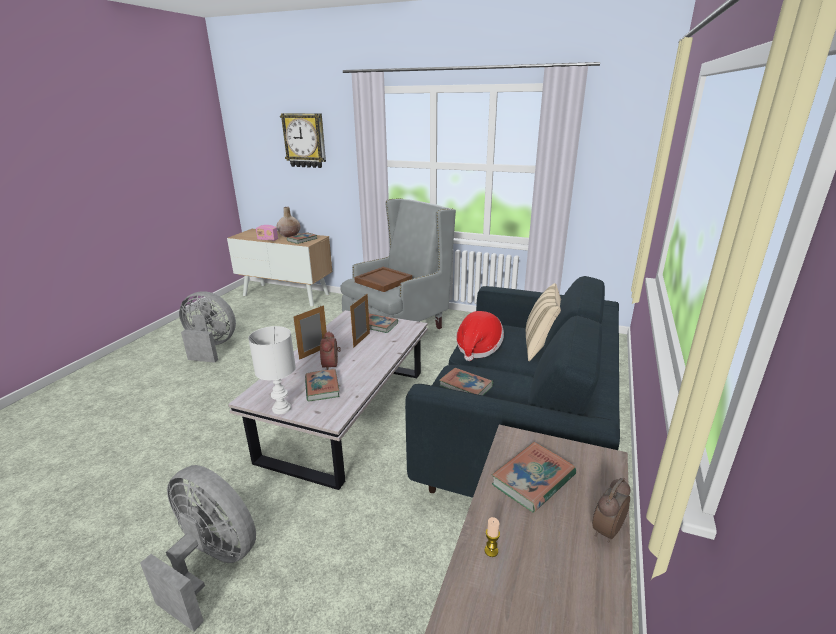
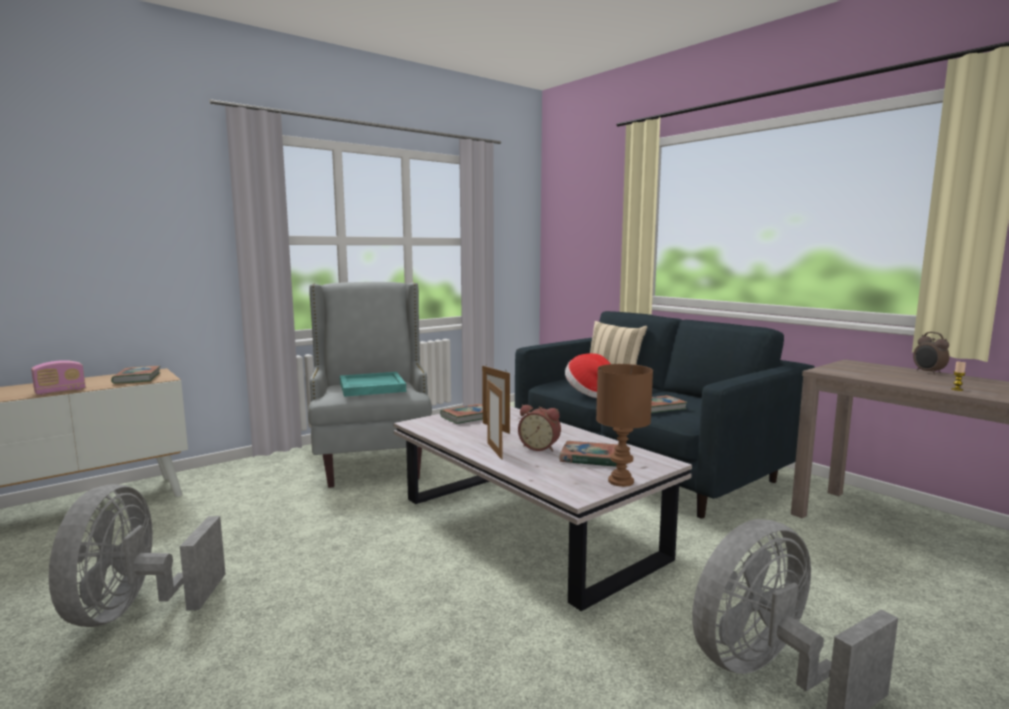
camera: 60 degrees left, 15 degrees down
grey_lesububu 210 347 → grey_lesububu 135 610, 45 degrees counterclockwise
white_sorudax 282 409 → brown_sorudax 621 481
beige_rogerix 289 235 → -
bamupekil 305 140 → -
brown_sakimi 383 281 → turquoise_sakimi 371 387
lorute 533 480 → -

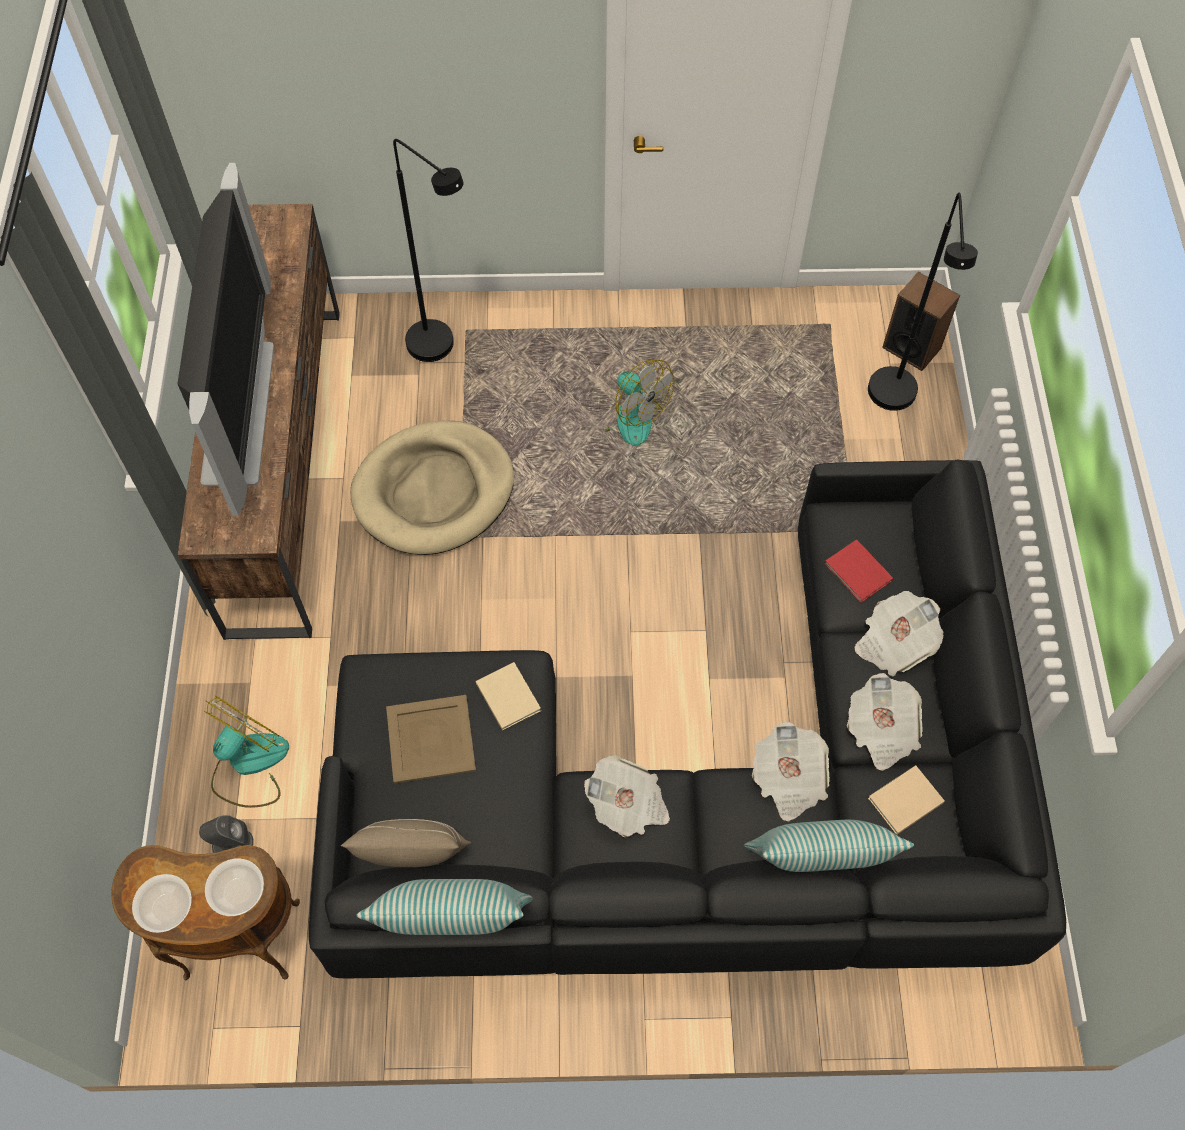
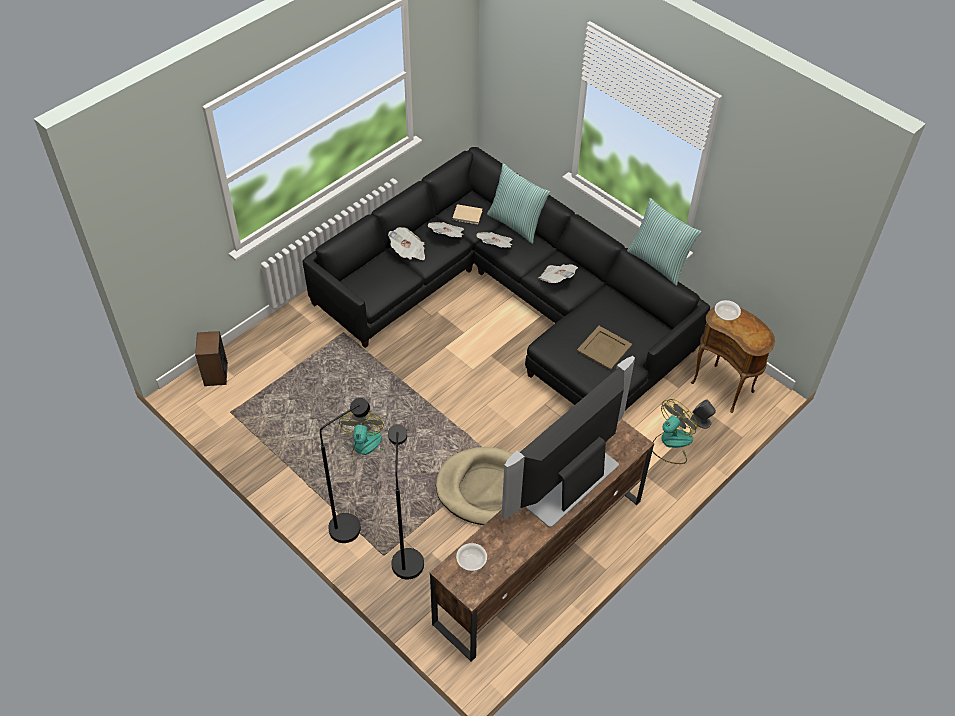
camera: 135 degrees left, 10 degrees down
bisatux 166 908 → bisatux 471 561, moved
lesububu 249 765 → lesububu 671 443, 150 degrees clockwise
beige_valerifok 413 856 → -
beige_lorute 508 695 → -
red_lorute 858 574 → -
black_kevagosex 894 402 → black_kevagosex 351 523, moved

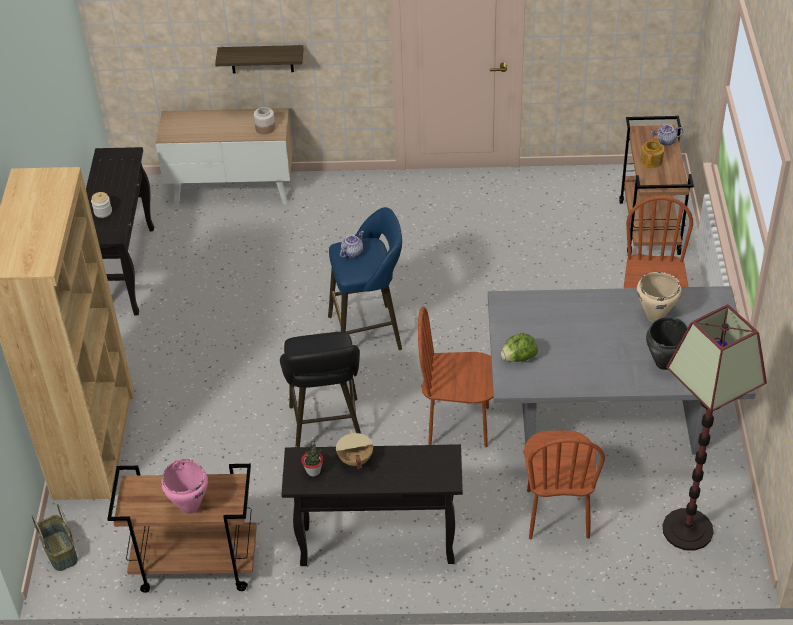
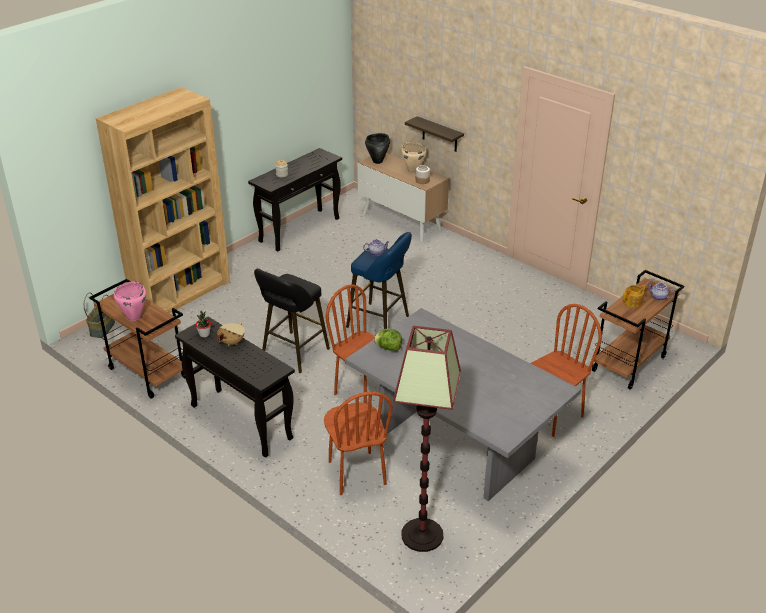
camera: 40 degrees right, 10 degrees down
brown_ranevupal 557 514 → brown_ranevupal 356 473, 60 degrees counterclockwise
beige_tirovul 654 316 → beige_tirovul 413 170, moved
black_tirovul 664 363 → black_tirovul 378 161, moved

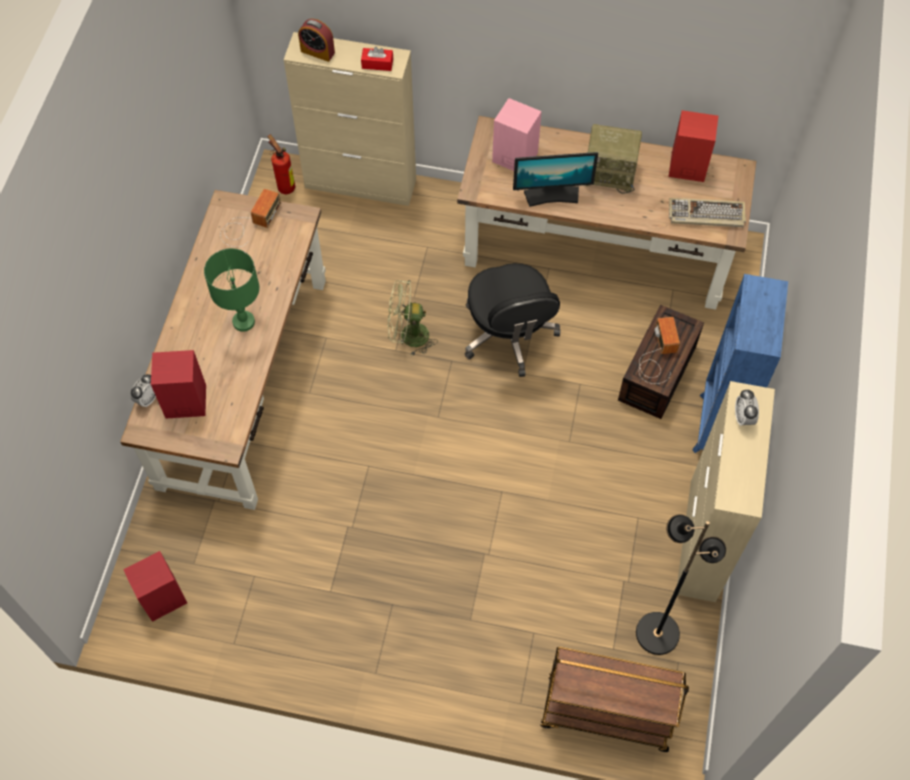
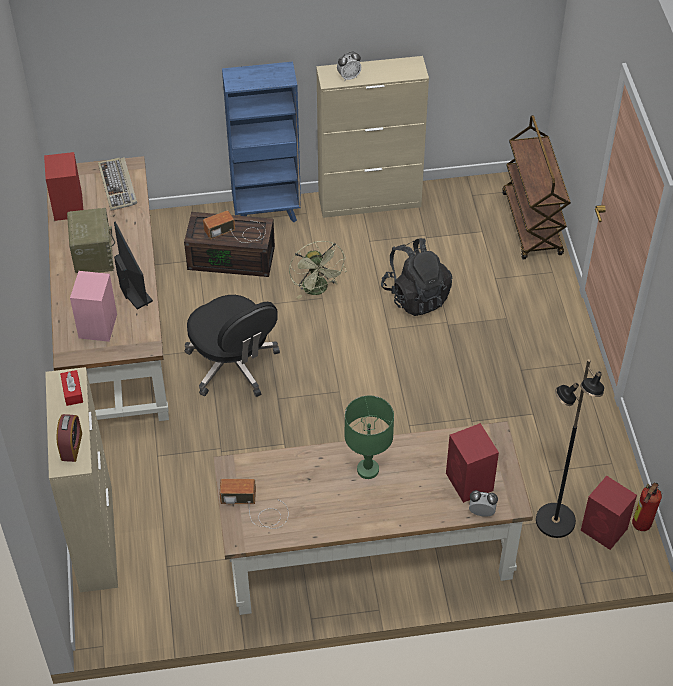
camera: 110 degrees left, 10 degrees down
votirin 285 186 → votirin 640 526, moved
green_lesububu 408 336 → green_lesububu 318 290, moved
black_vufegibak 509 335 → black_vufegibak 233 365, 90 degrees clockwise
black_kevagosex 657 632 → black_kevagosex 554 521, moved
- → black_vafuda 416 296

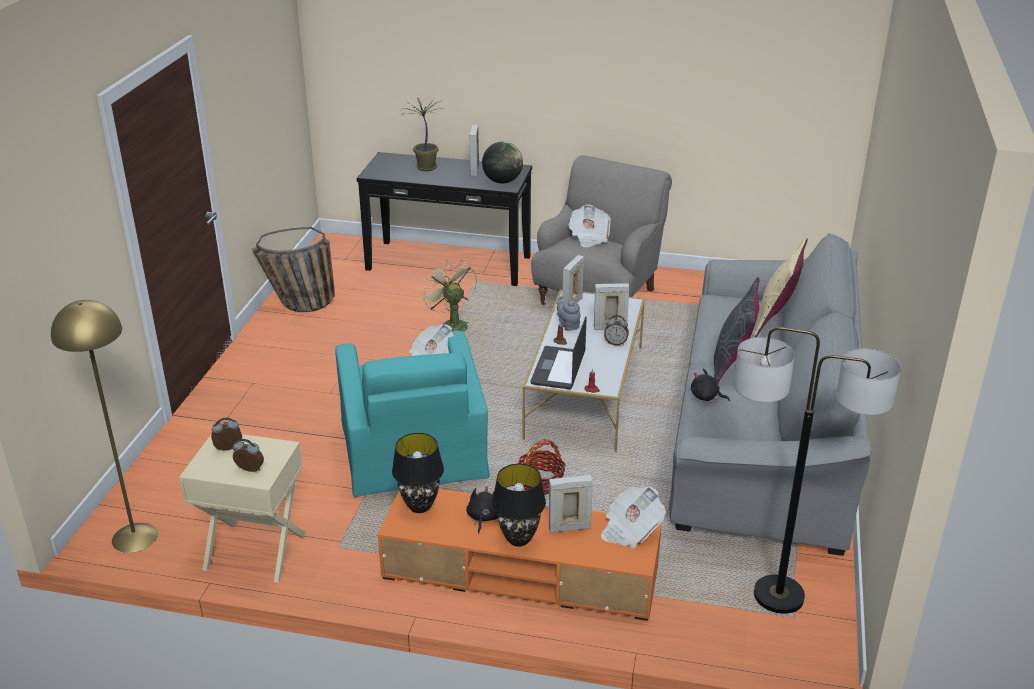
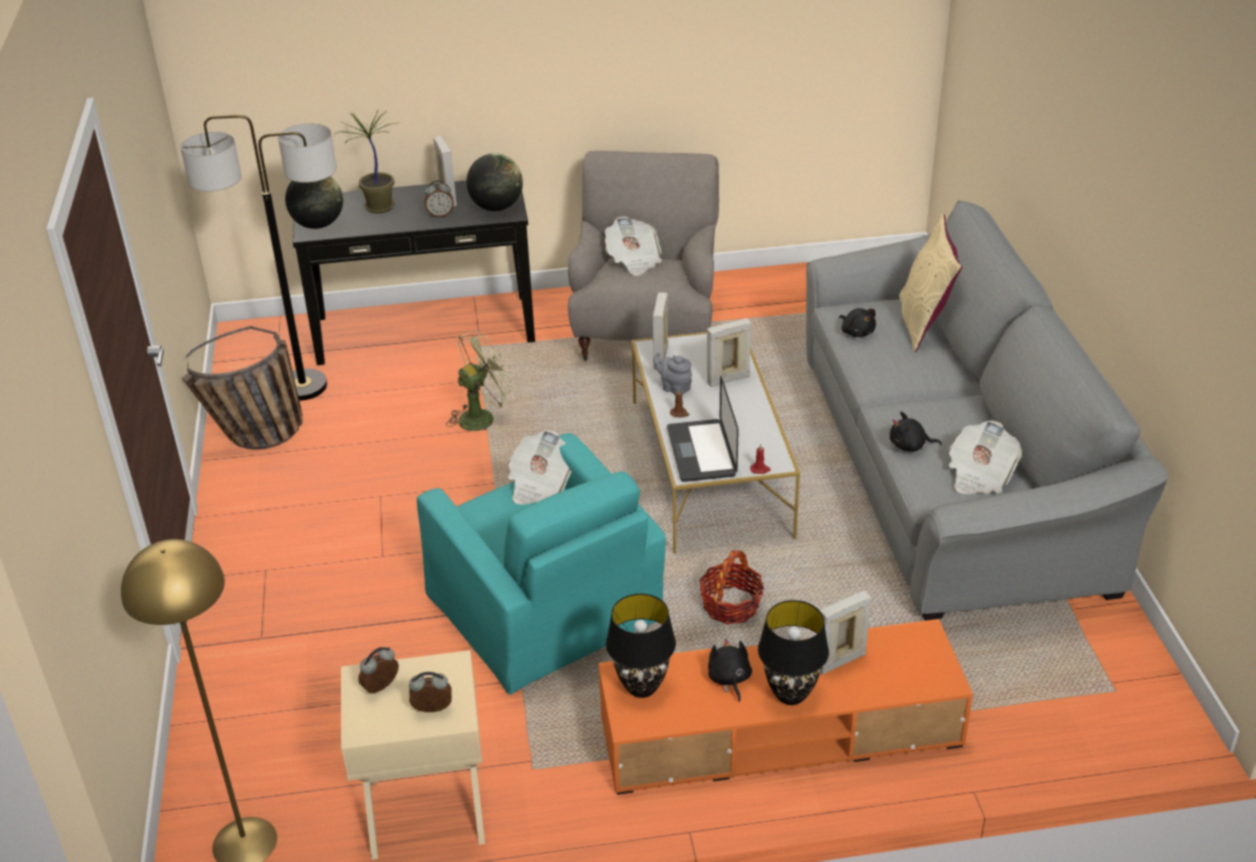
camera: 20 degrees left, 5 degrees up
green_lesububu 450 324 → green_lesububu 482 417, 105 degrees clockwise
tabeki 630 530 → tabeki 979 475, moved
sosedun 615 343 → sosedun 440 215, moved
grey_valerifok 732 366 → -
kevagosex 779 596 → kevagosex 303 387, moved
- → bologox 318 225
- → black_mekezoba 857 332

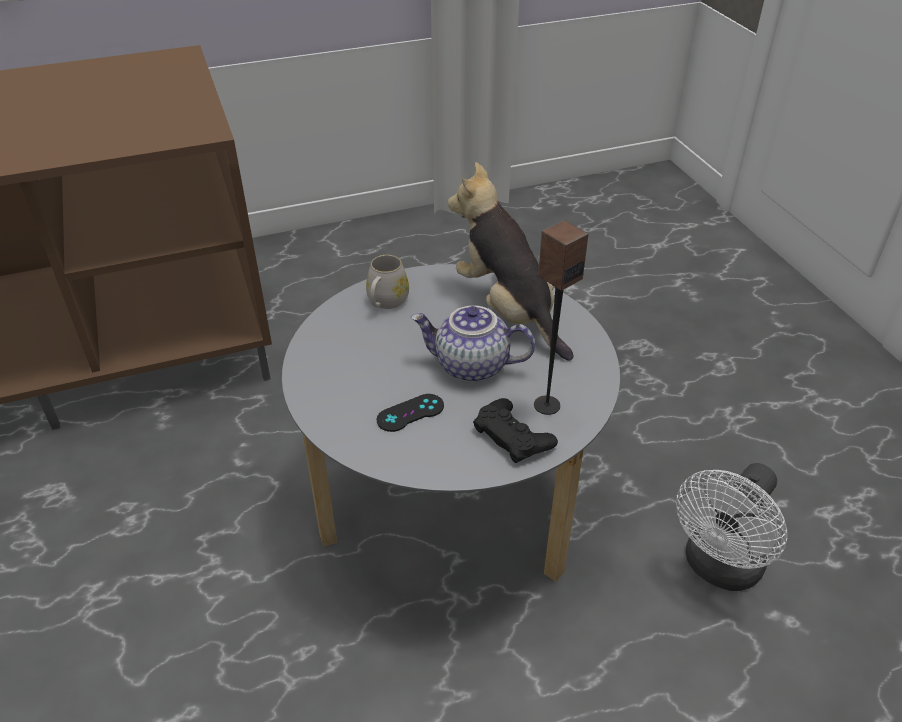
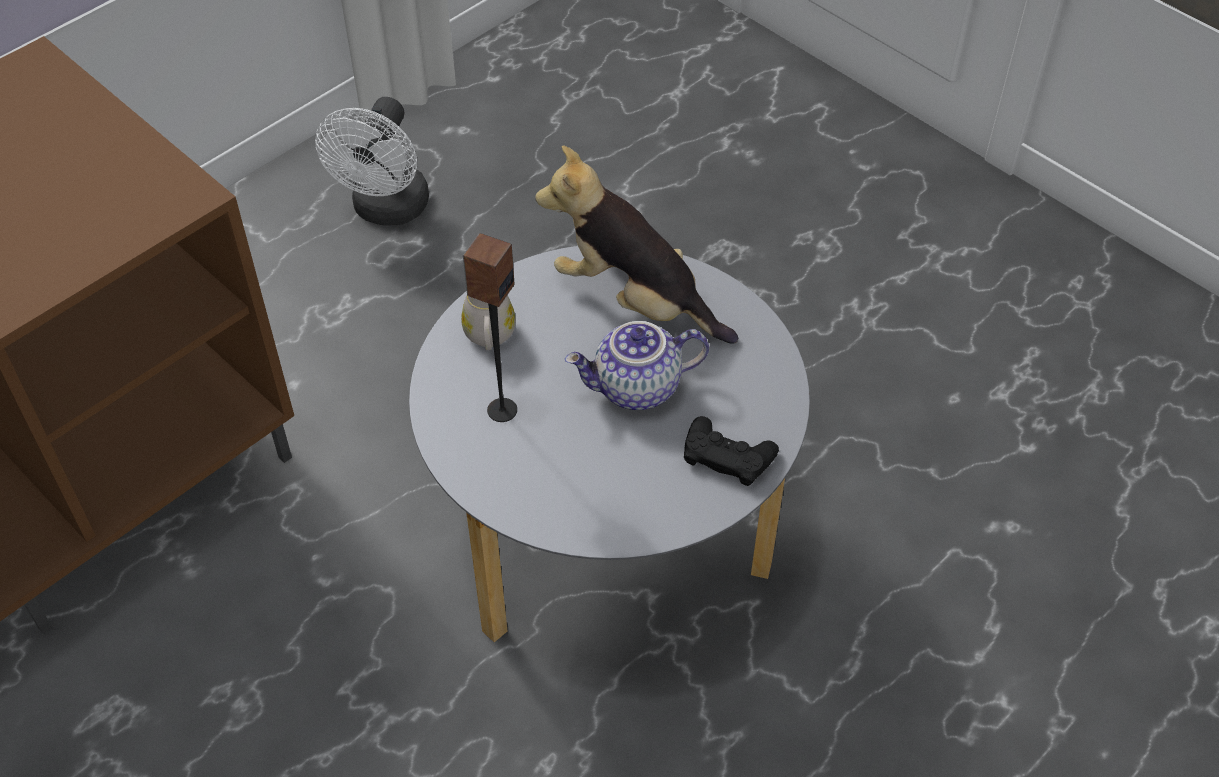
camera: 25 degrees left, 10 degrees up
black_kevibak 410 413 → -
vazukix 546 405 → vazukix 501 410, moved
white_lesububu 718 568 → white_lesububu 387 210, moved

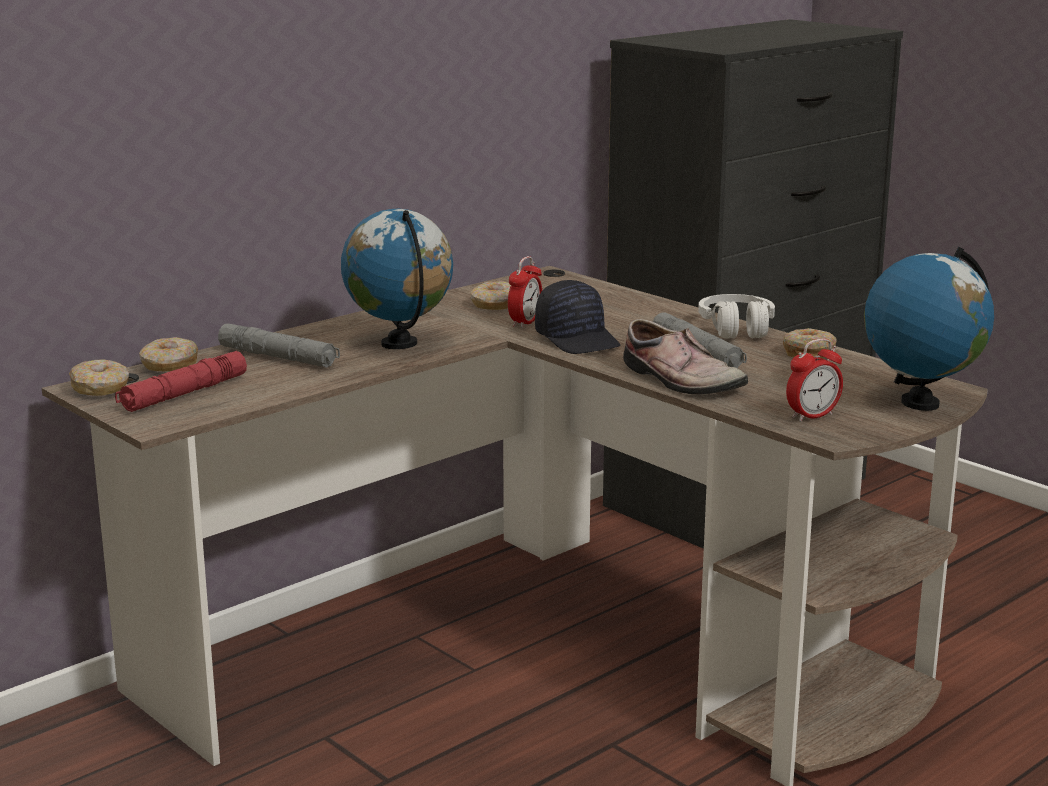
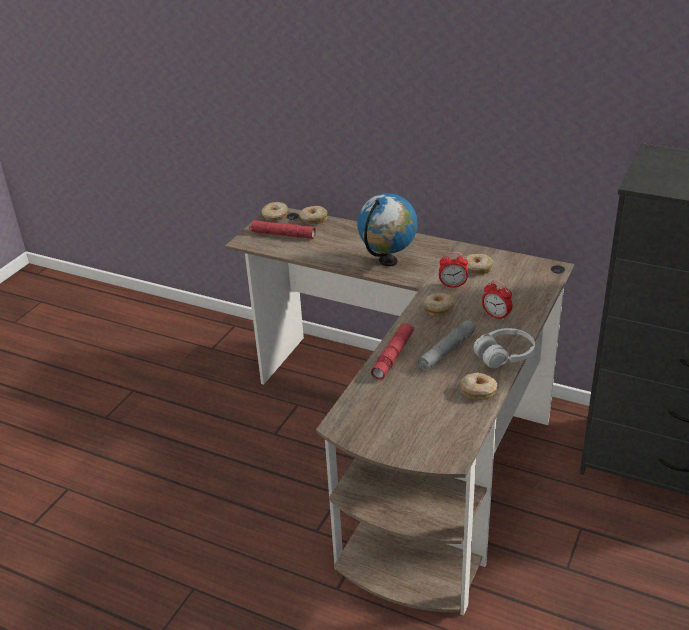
camera: 70 degrees right, 15 degrees up
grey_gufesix 278 357 → -
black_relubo 578 339 → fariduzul 438 308
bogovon 678 381 → red_gufesix 393 356
sosedun 812 416 → sosedun 496 316, moved
bologox 920 403 → -

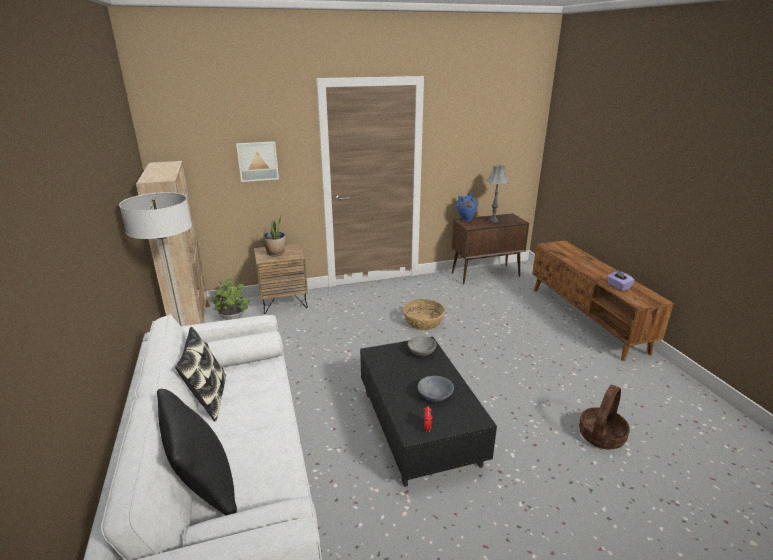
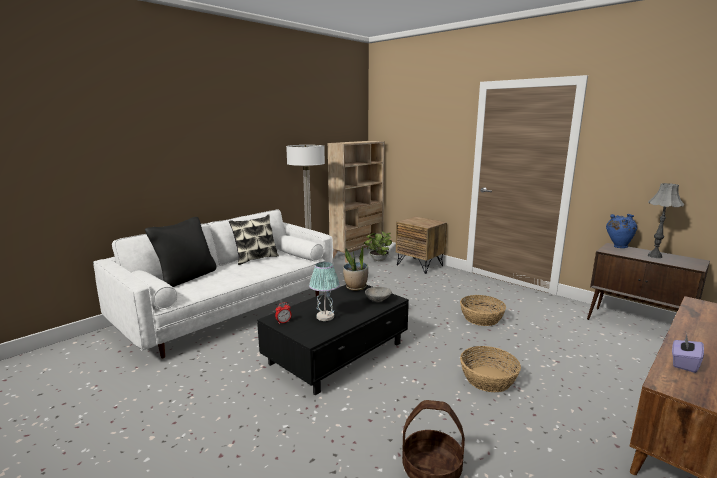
camera: 60 degrees right, 10 degrees down
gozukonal 257 161 → -
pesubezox 276 253 → pesubezox 356 287, moved
grey_bisatux 435 396 → sorudax 324 317
- → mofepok 488 379

